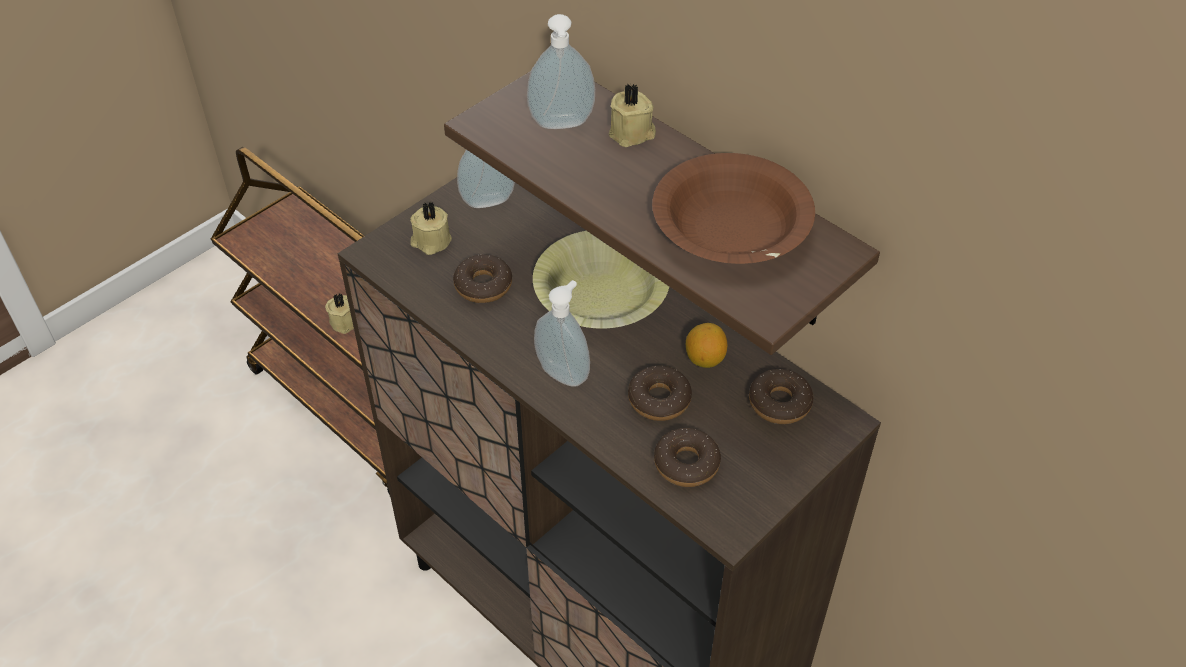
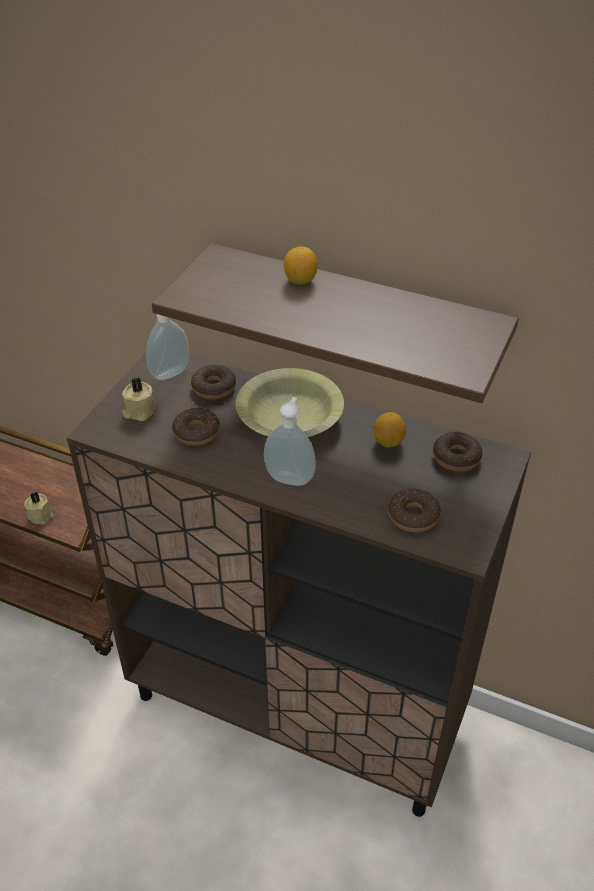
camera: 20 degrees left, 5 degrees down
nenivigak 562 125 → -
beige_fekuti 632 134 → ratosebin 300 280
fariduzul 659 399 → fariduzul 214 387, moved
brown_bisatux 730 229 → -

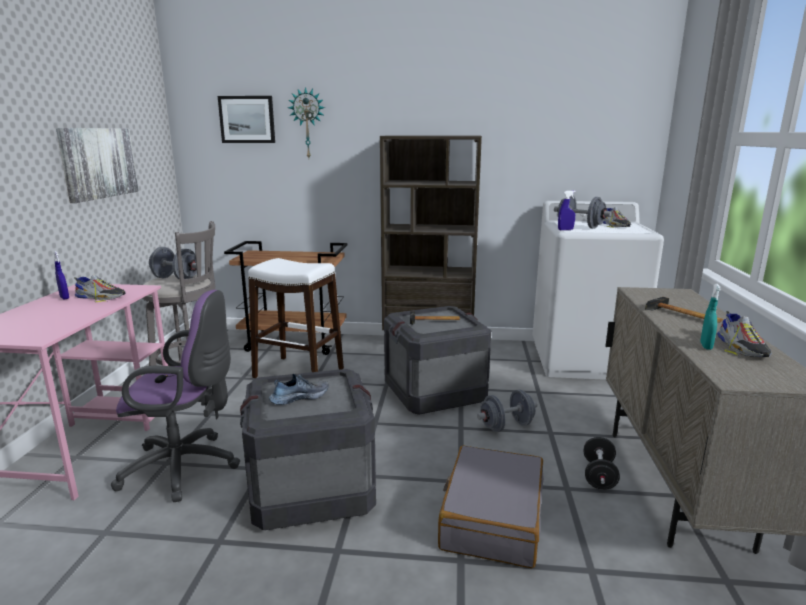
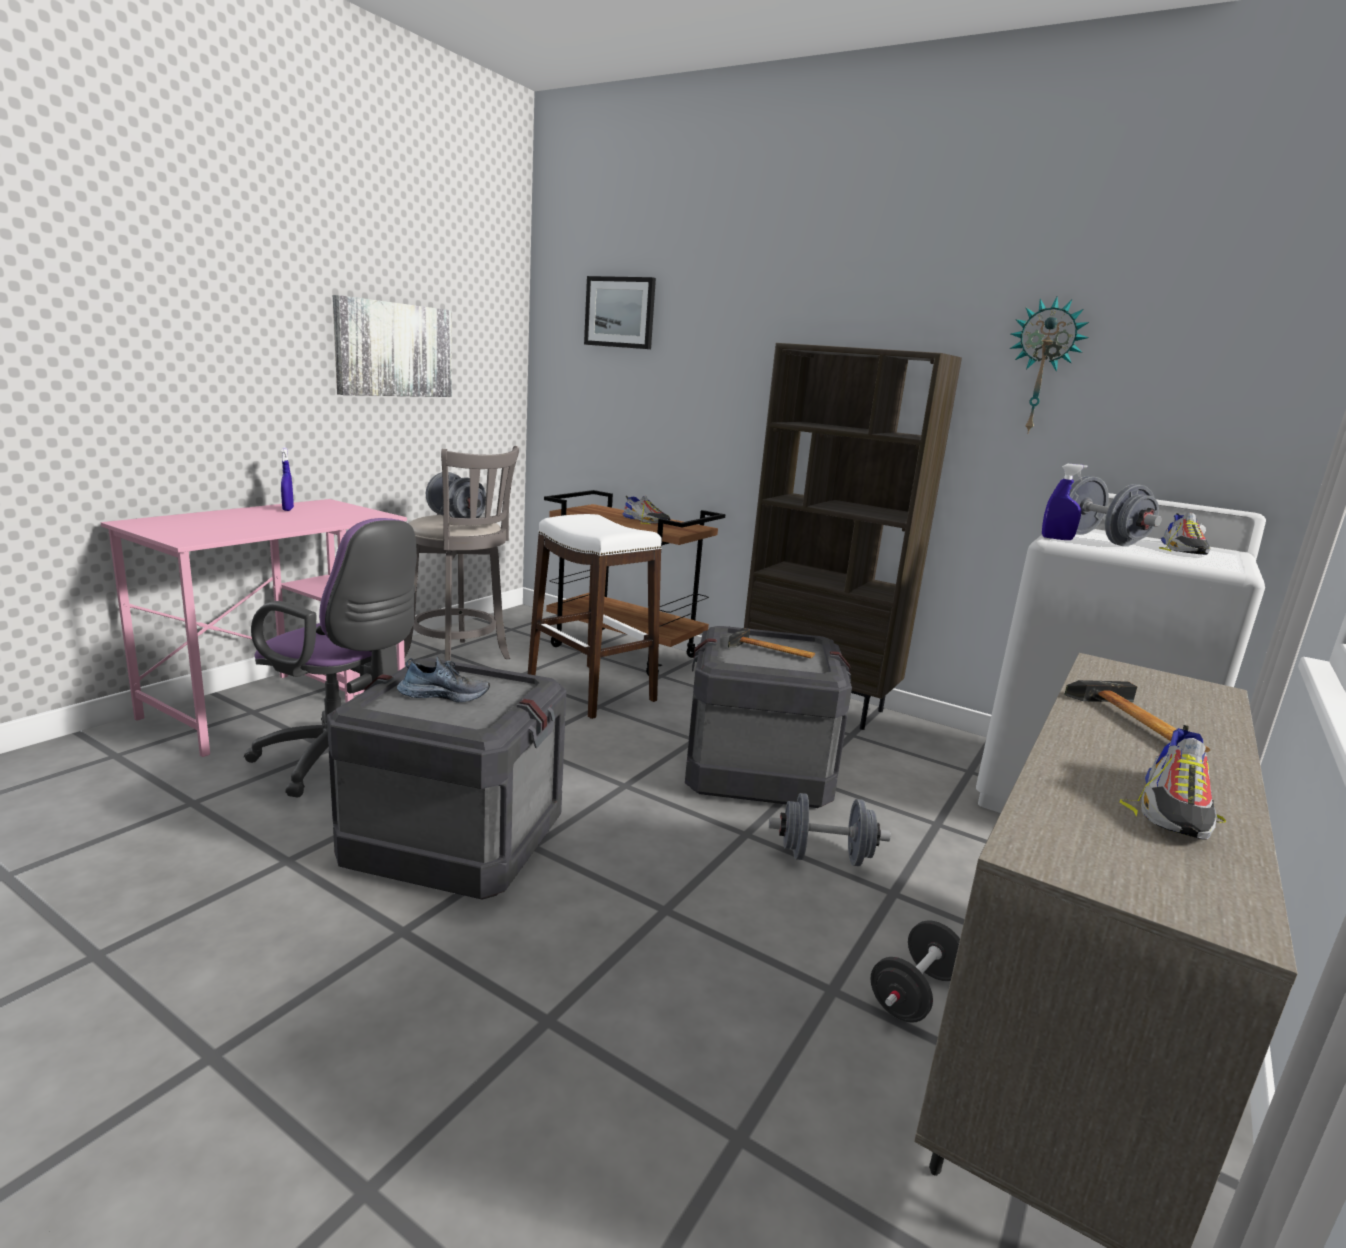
camera: 25 degrees right, 0 degrees up
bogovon 100 297 → bogovon 646 520, moved
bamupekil 308 124 → bamupekil 1042 366, moved
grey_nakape 491 518 → -
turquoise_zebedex 706 346 → -

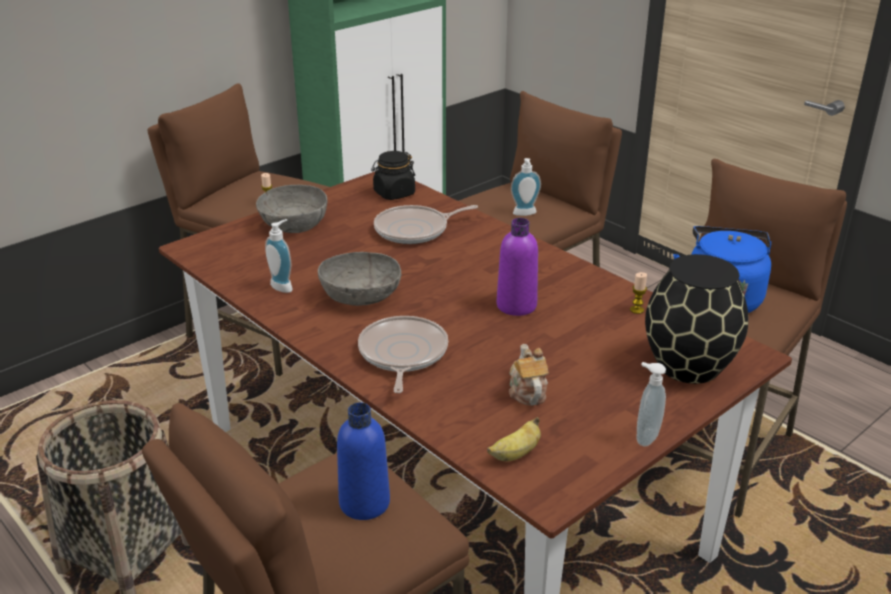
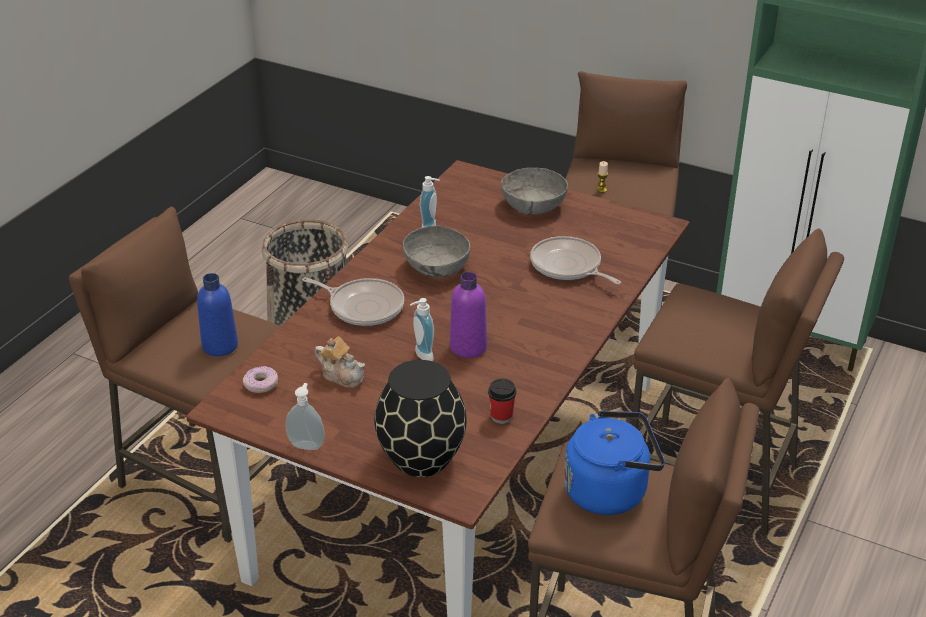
camera: 70 degrees right, 5 degrees up
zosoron 402 354 → zosoron 363 306, 45 degrees clockwise
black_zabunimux 394 193 → -
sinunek 515 454 → fariduzul 261 384
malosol 527 391 → malosol 342 375, 60 degrees clockwise
nenivigak 525 214 → nenivigak 421 356, moved
fekuti 636 310 → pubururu 501 416

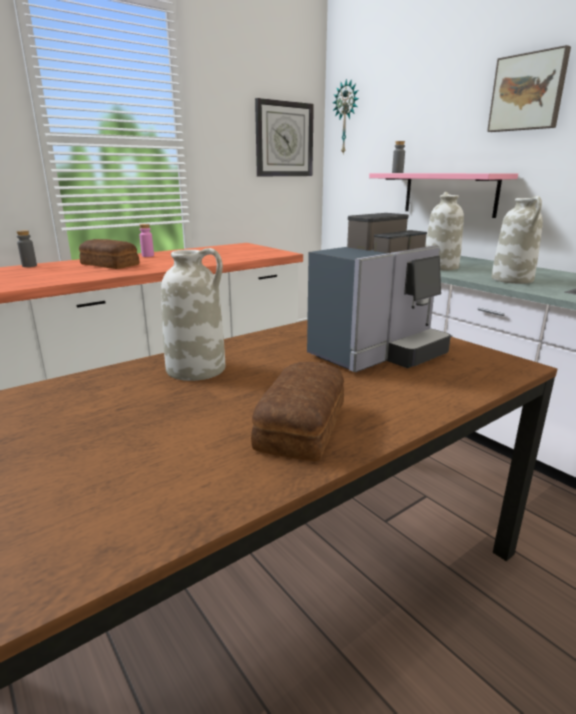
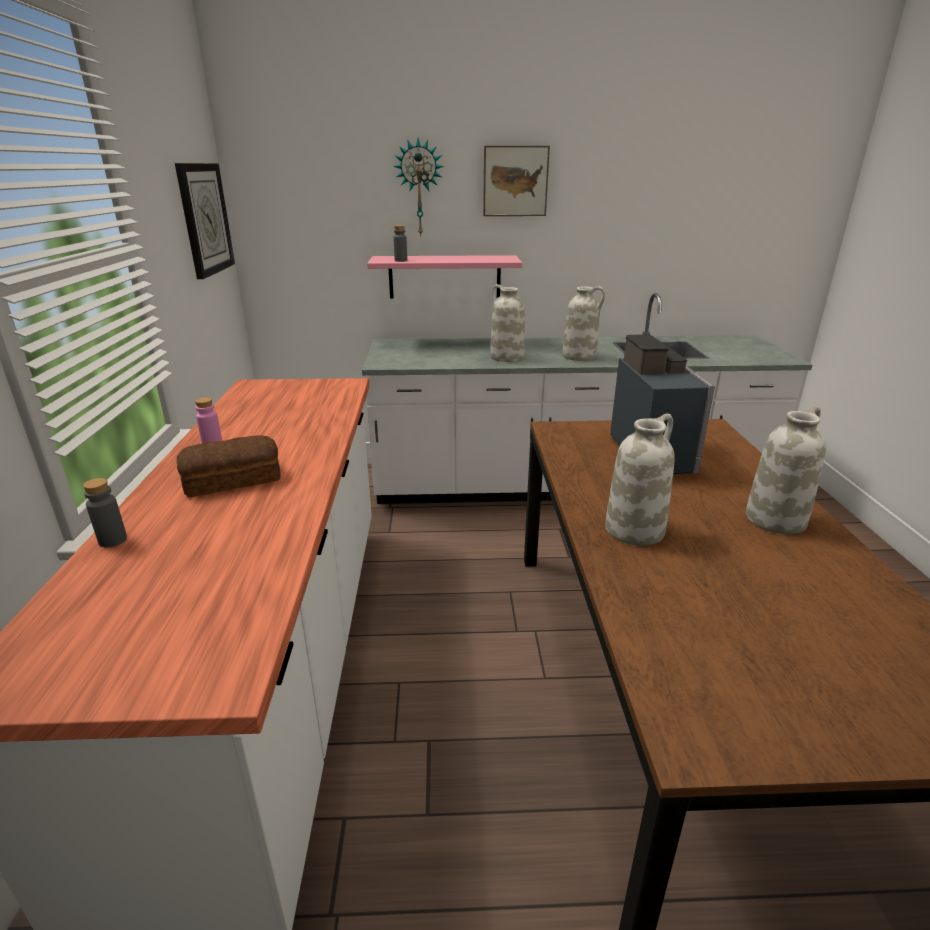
camera: 55 degrees left, 5 degrees up
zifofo 304 426 → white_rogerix 775 519
bamupekil 346 118 → bamupekil 419 188, moved

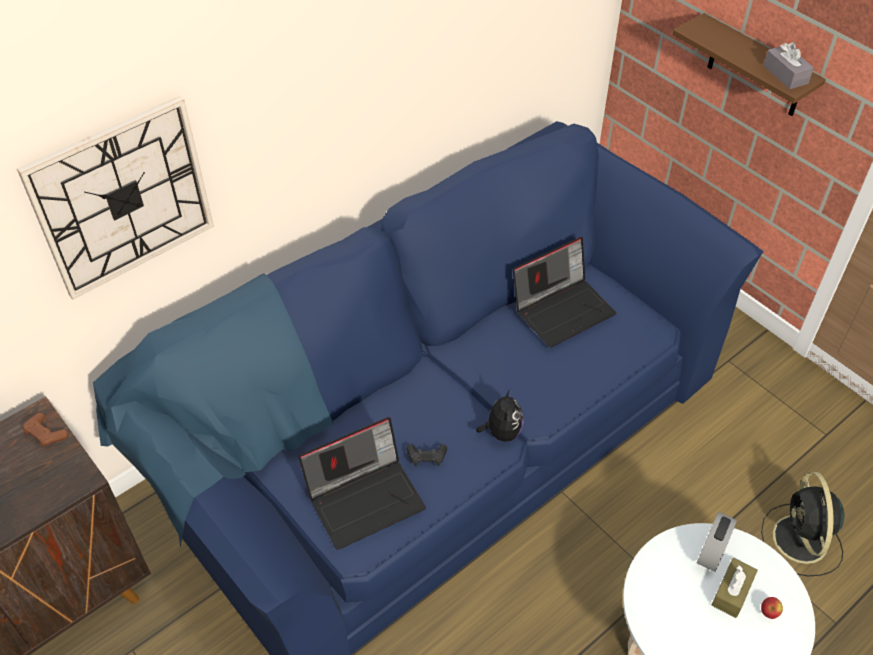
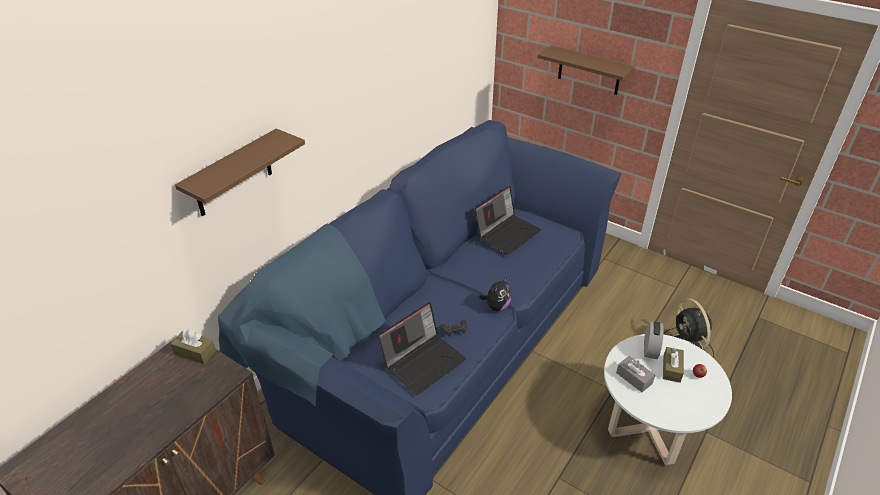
camera: 15 degrees left, 10 degrees down
bamupekil 123 198 → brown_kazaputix 233 174
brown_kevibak 46 434 → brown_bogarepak 195 352
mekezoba 501 432 → mekezoba 496 306, 45 degrees clockwise
grey_bogarepak 785 74 → grey_bogarepak 634 378, moved

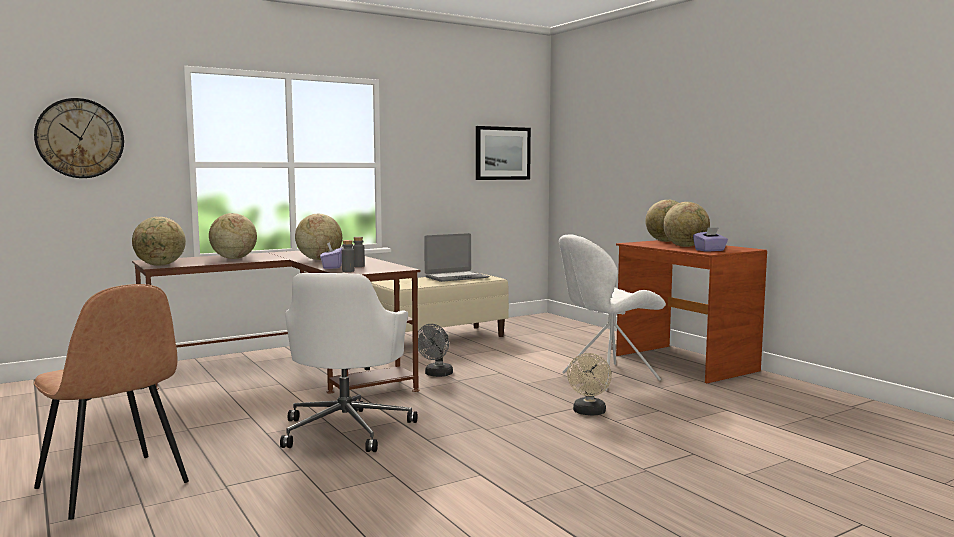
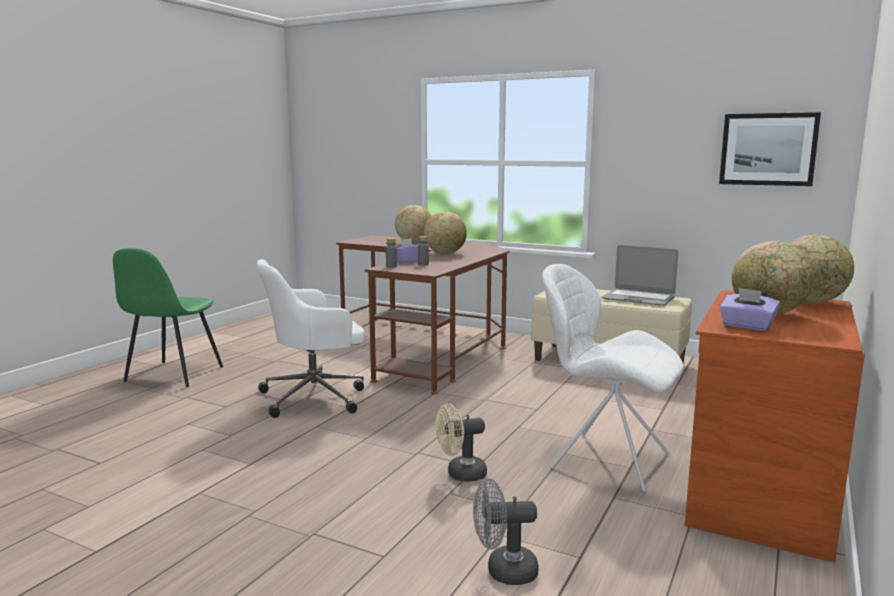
camera: 60 degrees right, 5 degrees up
bamupekil 80 138 → -
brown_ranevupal 113 486 → green_ranevupal 173 375
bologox 160 265 → -
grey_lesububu 436 374 → grey_lesububu 503 571, moved

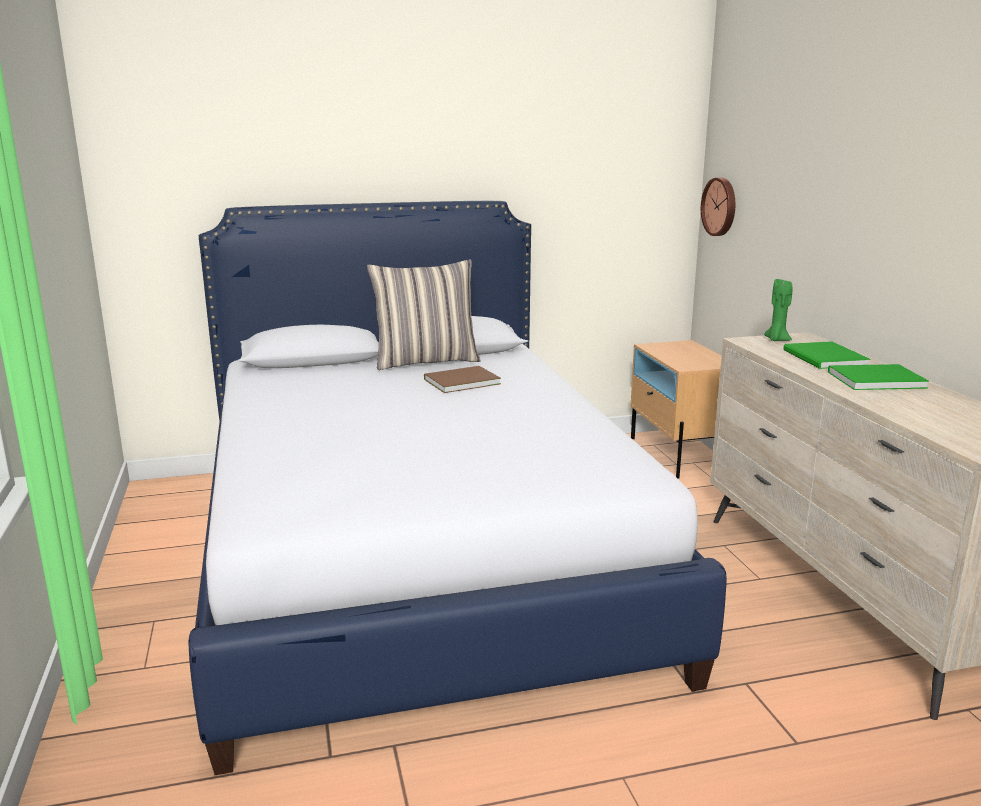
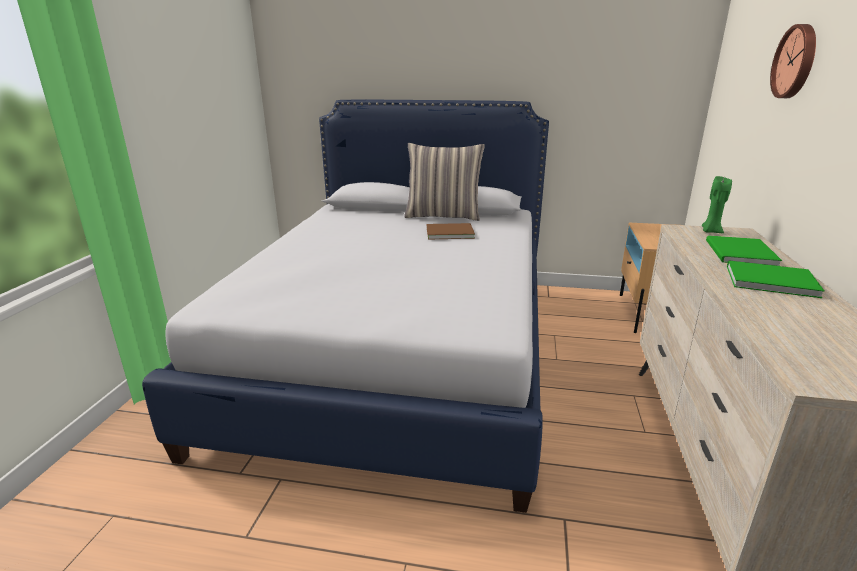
camera: 25 degrees right, 5 degrees up
bamupekil 720 206 → bamupekil 796 62, moved

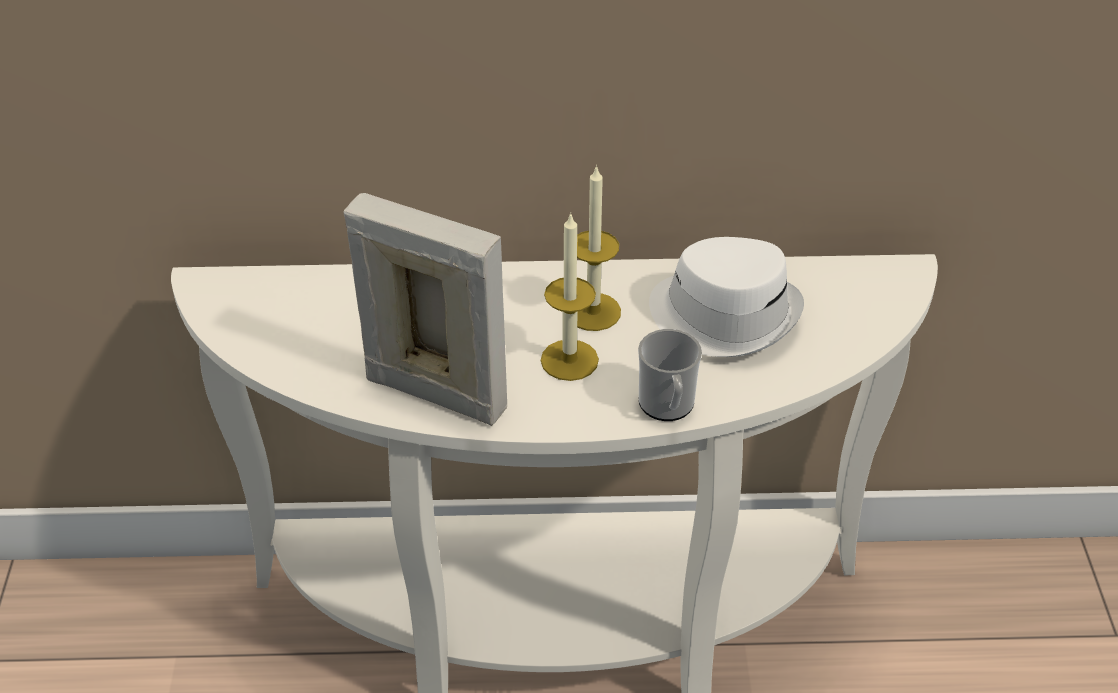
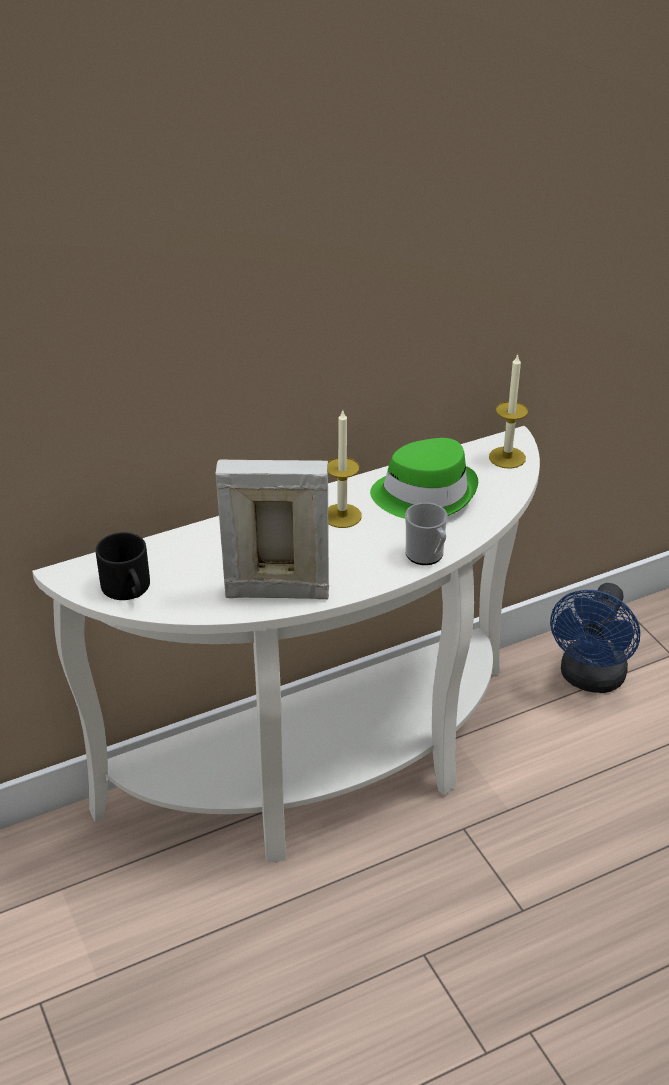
camera: 25 degrees left, 5 degrees down
fekuti 569 360 → fekuti 507 457, moved
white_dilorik 725 314 → green_dilorik 425 494
- → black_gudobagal 129 589
- → blue_lesububu 590 679

